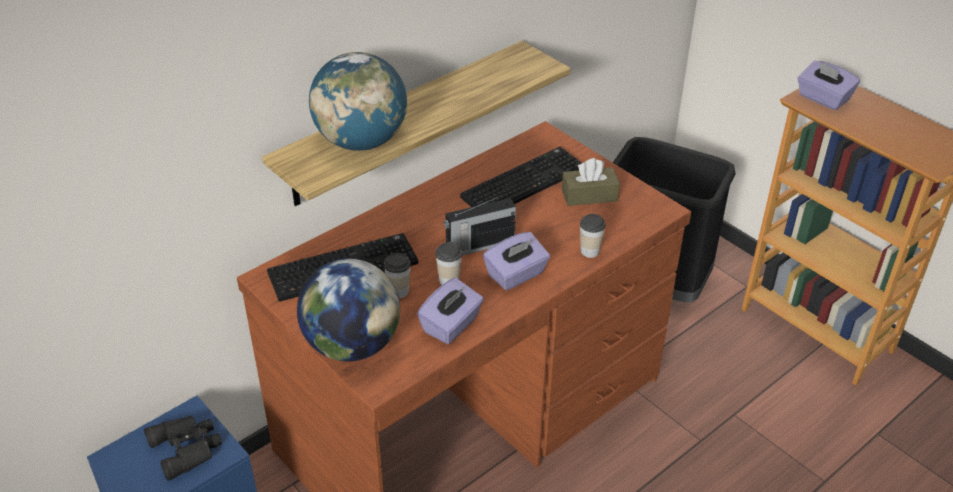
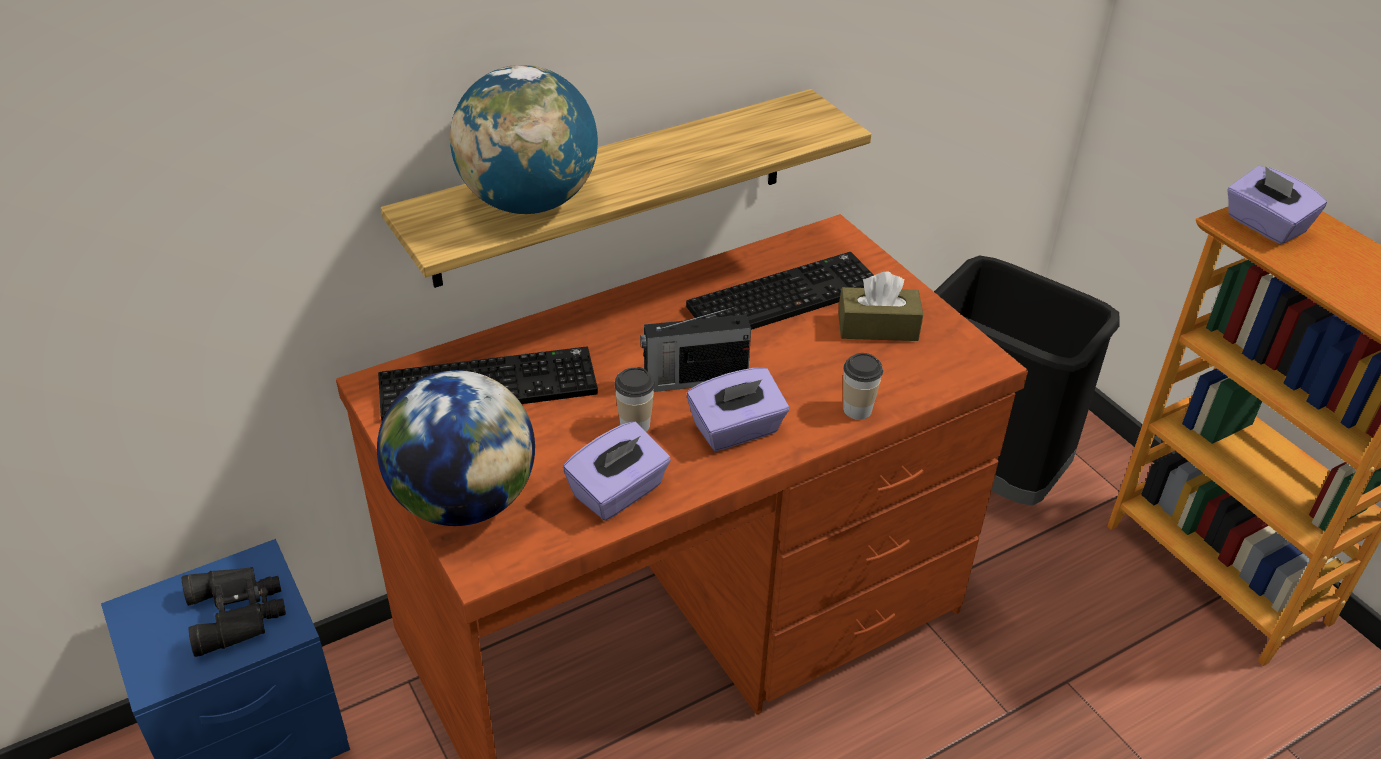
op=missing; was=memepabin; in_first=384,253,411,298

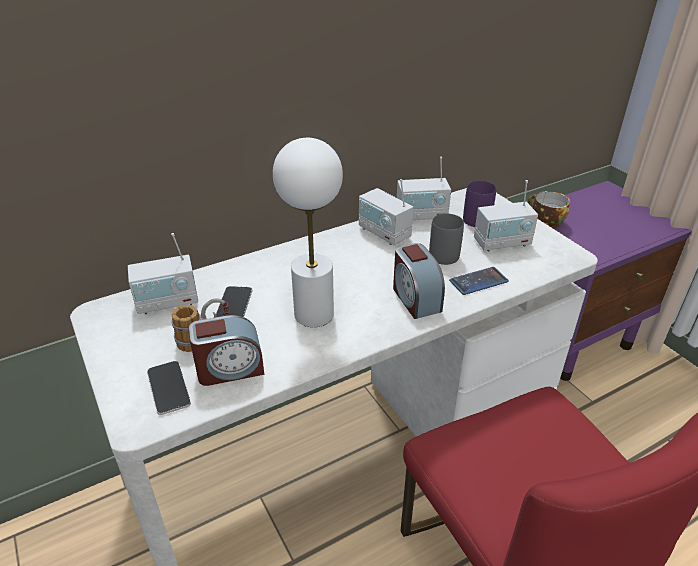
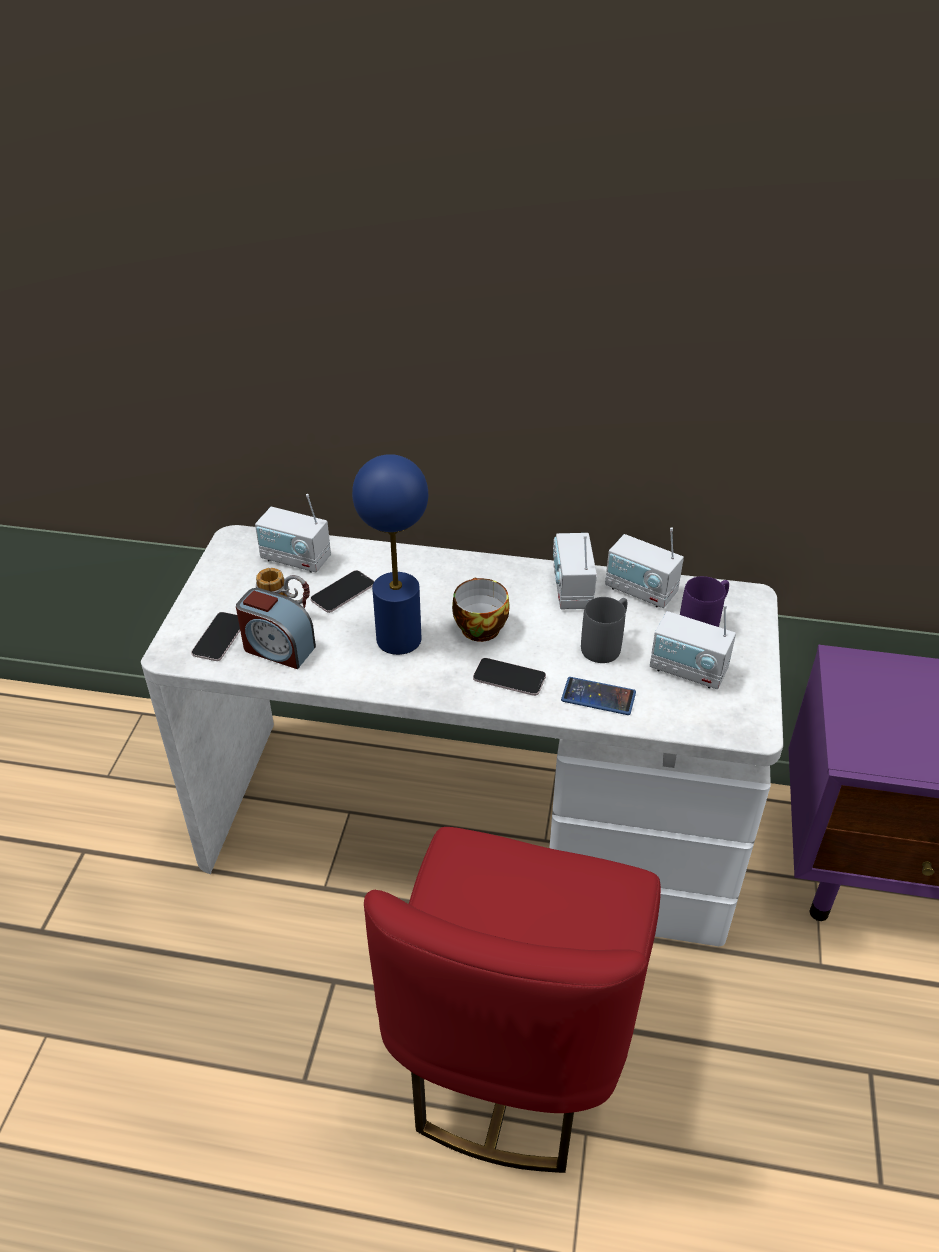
op=colour; was=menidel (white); now=menidel (blue); in_first=273,138,343,327; in_second=352,454,428,655
op=relocated; was=memepabin; in_first=528,191,570,229; in_second=452,578,509,642
op=exchanged; was=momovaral; now=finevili; in_first=393,243,445,319; in_second=473,658,546,696

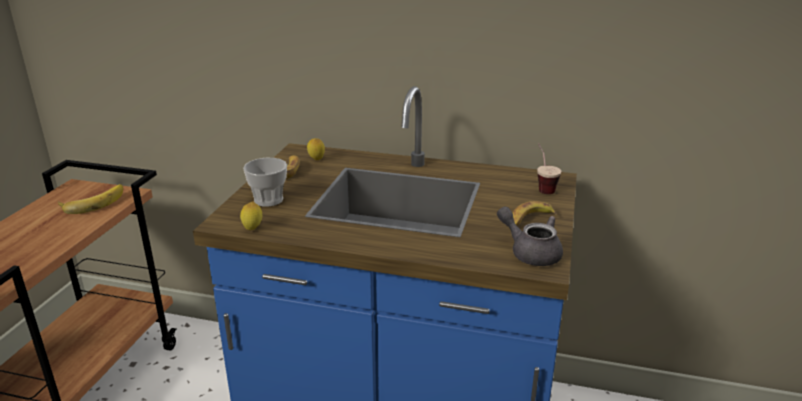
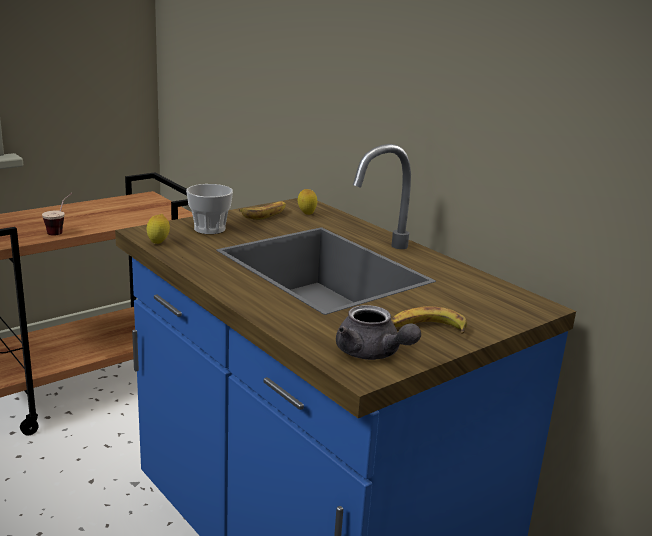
op=relocated; was=memepabin; in_first=537,143,562,194; in_second=42,193,72,236
op=spun; was=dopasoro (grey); in_first=497,206,563,266; in_second=336,305,421,360; clockwise=150
op=missing; was=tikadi; in_first=58,184,123,214

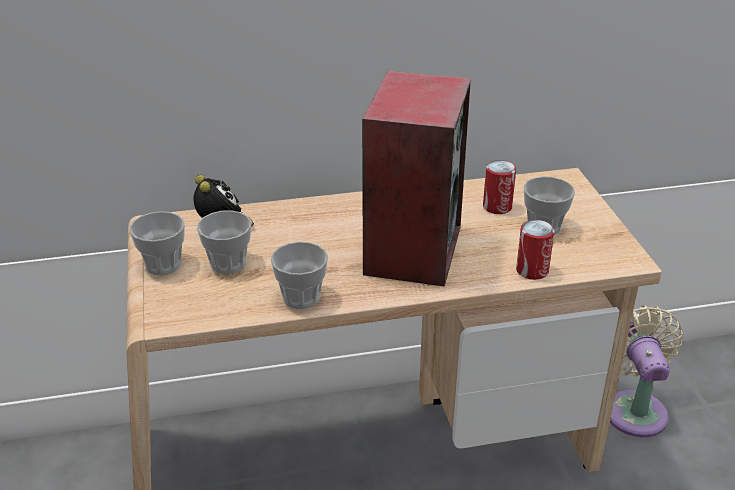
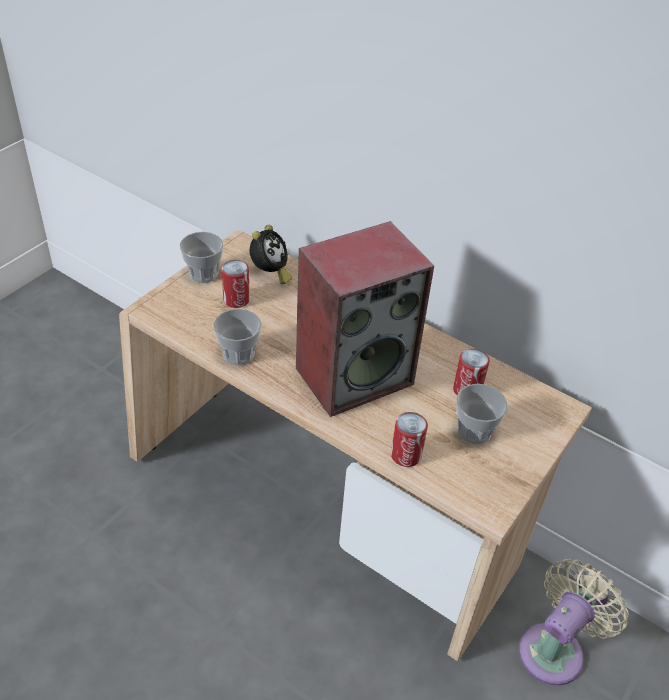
op=exchanged; was=memepabin; now=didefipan; in_first=197,210,252,274; in_second=222,260,250,308

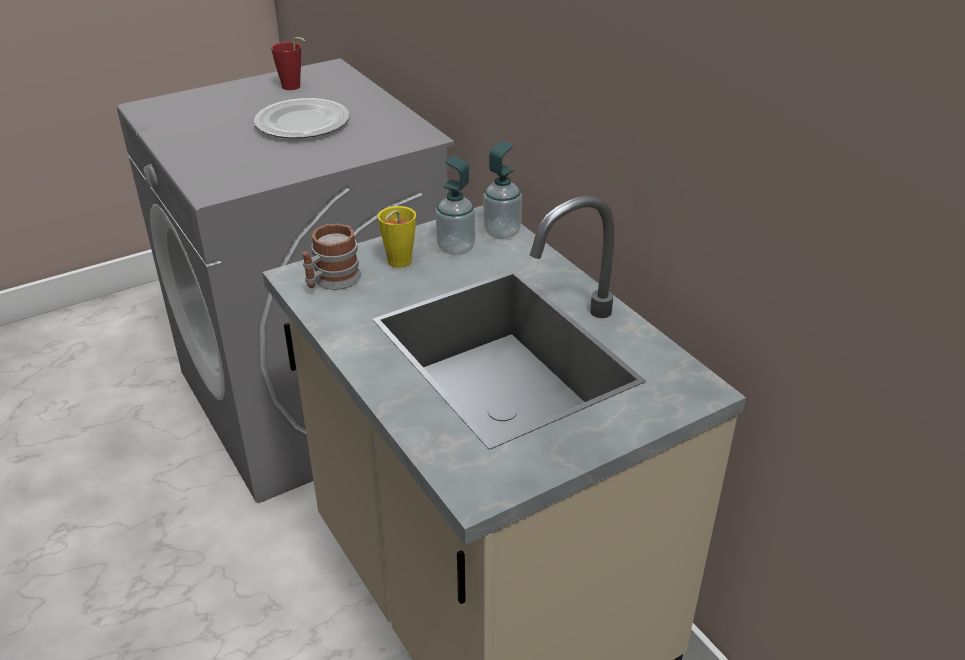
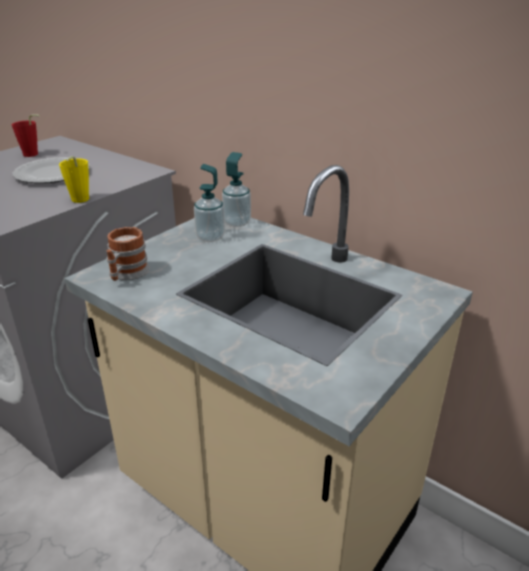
op=relocated; was=memepabin (yellow); in_first=378,206,416,268; in_second=59,156,89,203

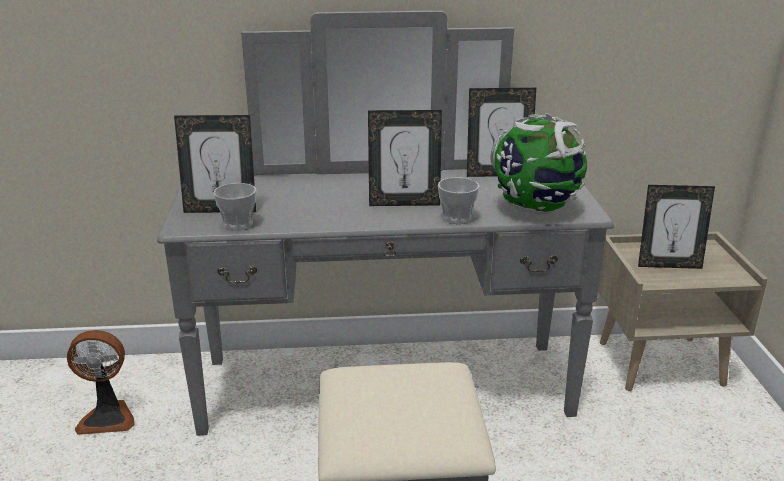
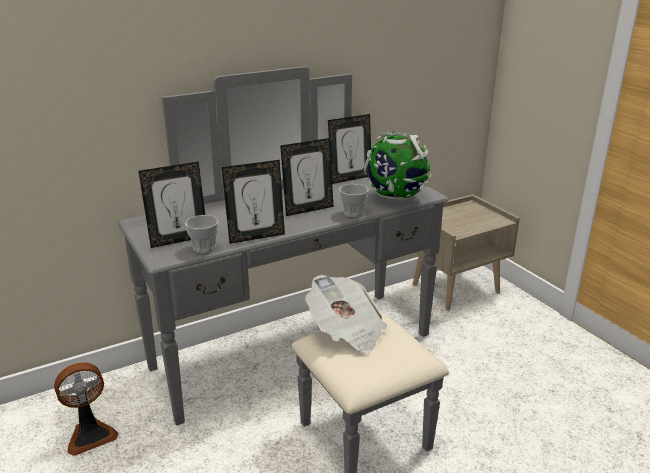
op=relocated; was=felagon; in_first=638,185,715,269; in_second=222,160,285,244
op=appeared; now=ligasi; in_second=305,275,387,354

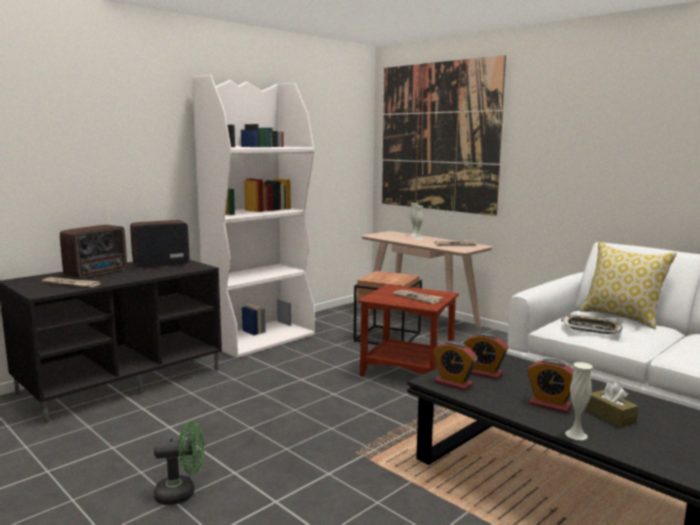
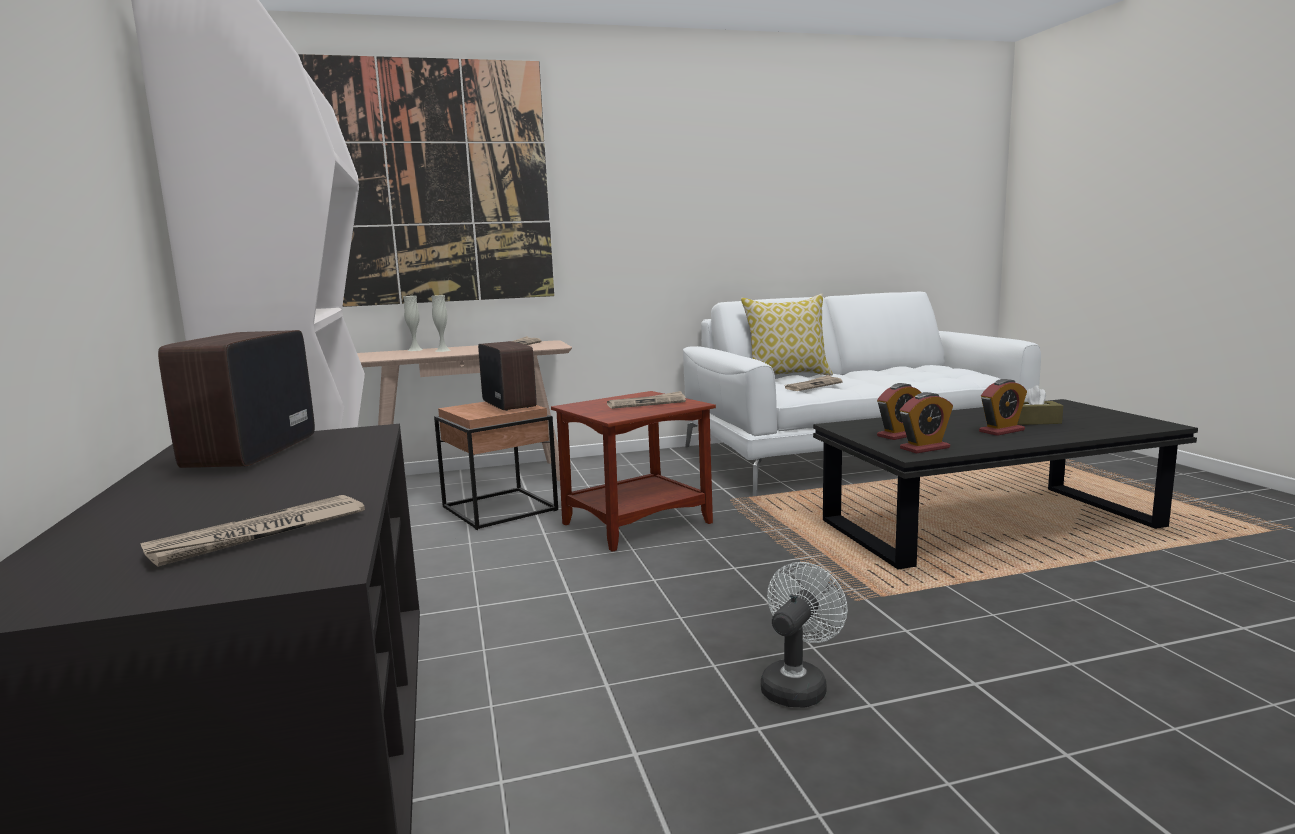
op=relocated; was=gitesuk; in_first=60,225,127,278; in_second=478,341,537,411
op=appeared; now=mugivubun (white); in_second=761,562,848,708
op=exchanged; was=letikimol; now=ligasi; in_first=561,314,623,334; in_second=784,375,843,391
op=missing; was=mugivubun (green); in_first=154,421,204,505
op=missing; was=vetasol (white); in_first=565,362,593,440

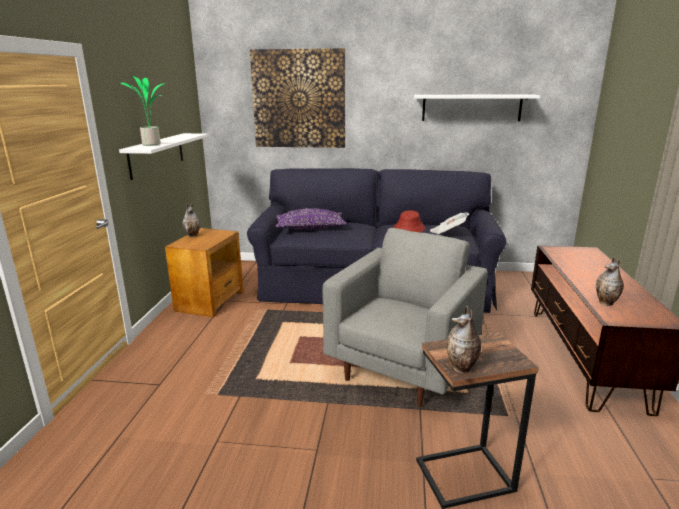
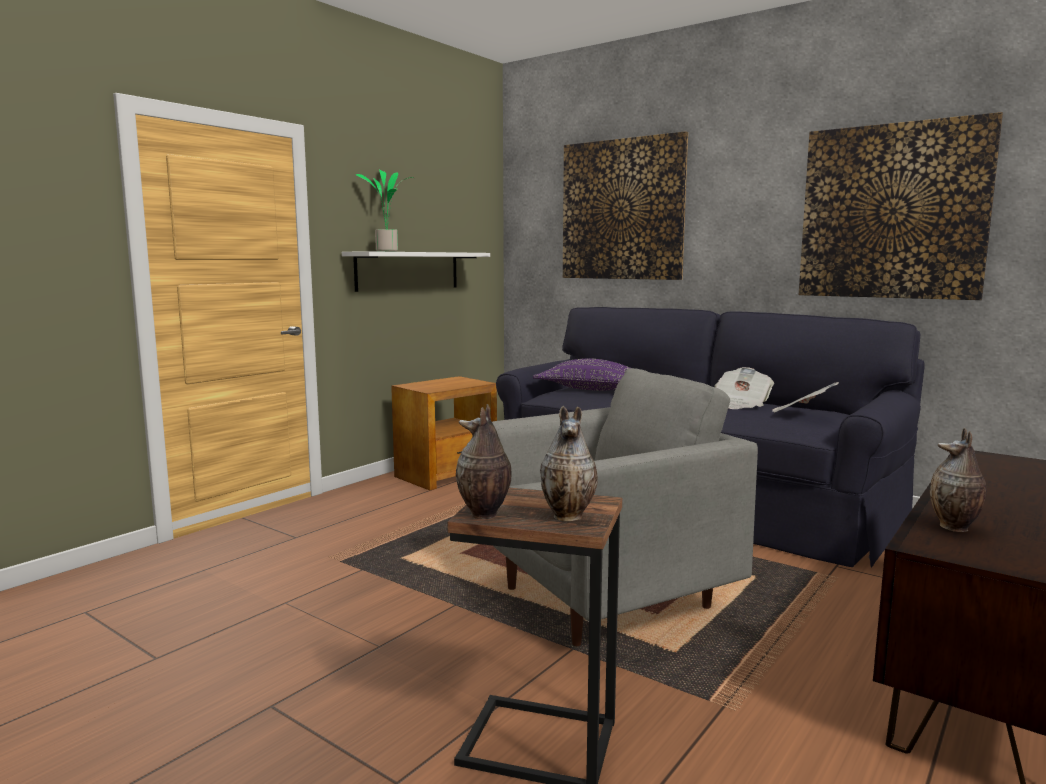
op=relocated; was=vetasol; in_first=182,203,200,237; in_second=540,406,598,521
op=exchanged; was=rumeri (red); now=ligasi; in_first=394,211,425,233; in_second=715,367,774,409
op=exchanged; was=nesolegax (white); now=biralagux; in_first=414,94,540,121; in_second=799,112,1003,300

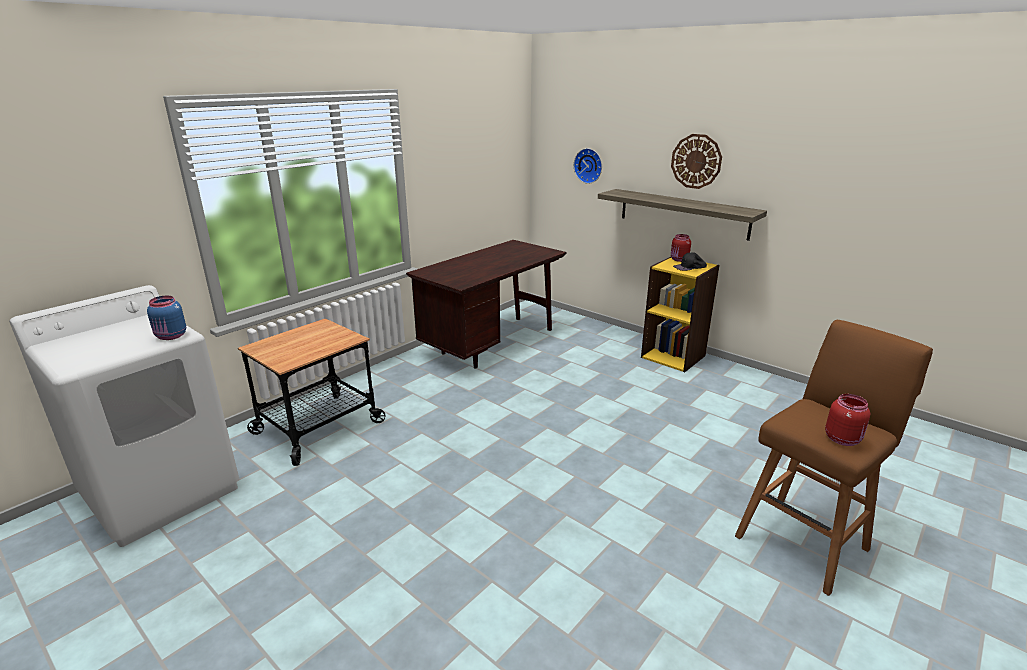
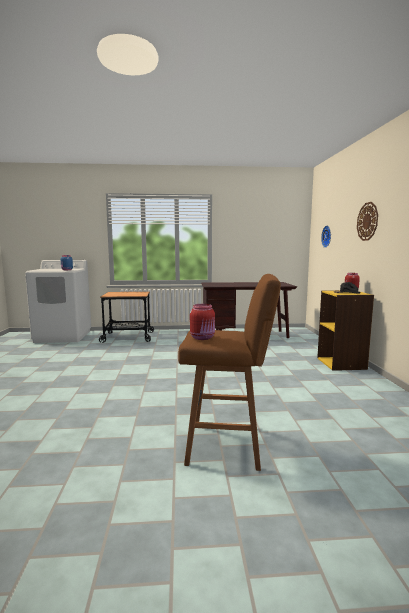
op=missing; was=nesolegax; in_first=598,189,767,241

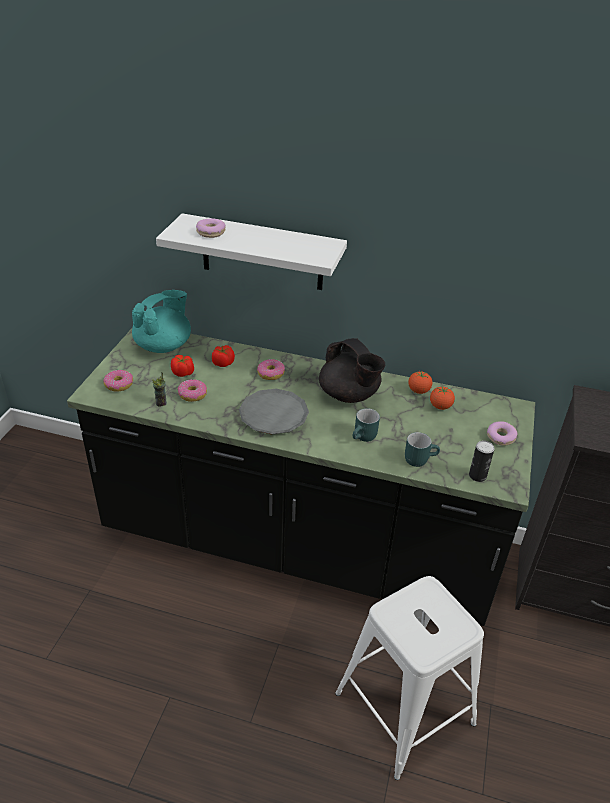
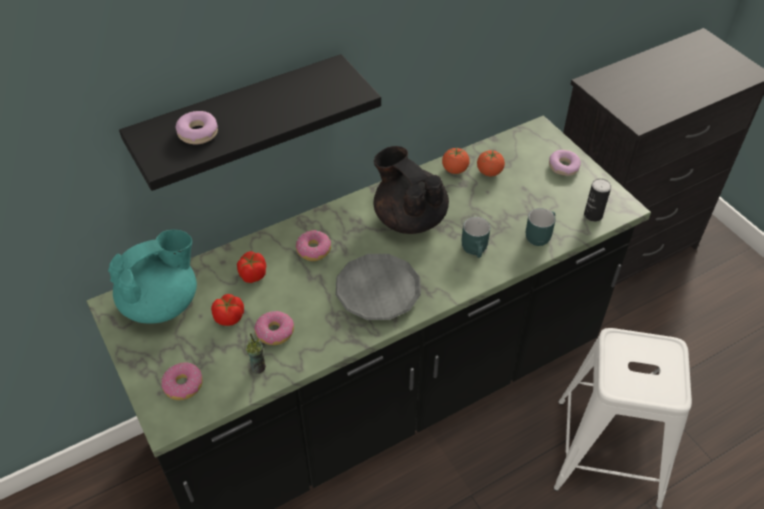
op=spun; was=dopasoro (turquoise); in_first=132,290,191,353; in_second=108,229,197,323; clockwise=60
op=colour; was=nesolegax (white); now=nesolegax (black); in_first=156,213,347,290; in_second=119,54,381,191
op=spun; was=dopasoro (black); in_first=319,338,385,403; in_second=373,146,449,234; clockwise=-135

